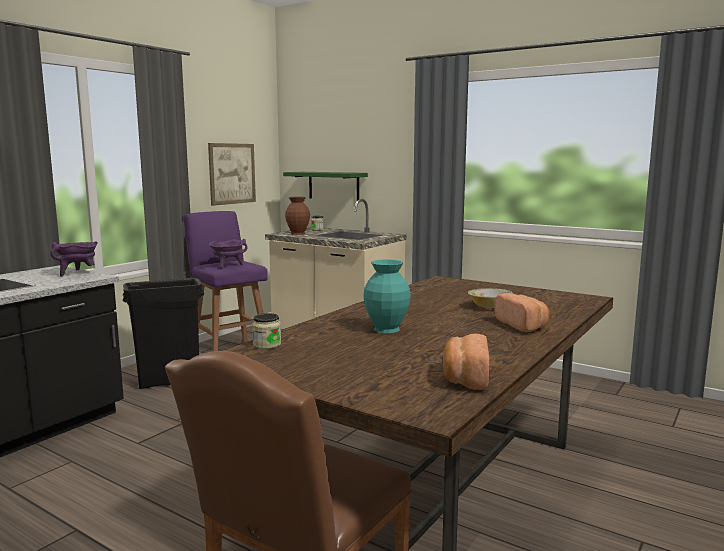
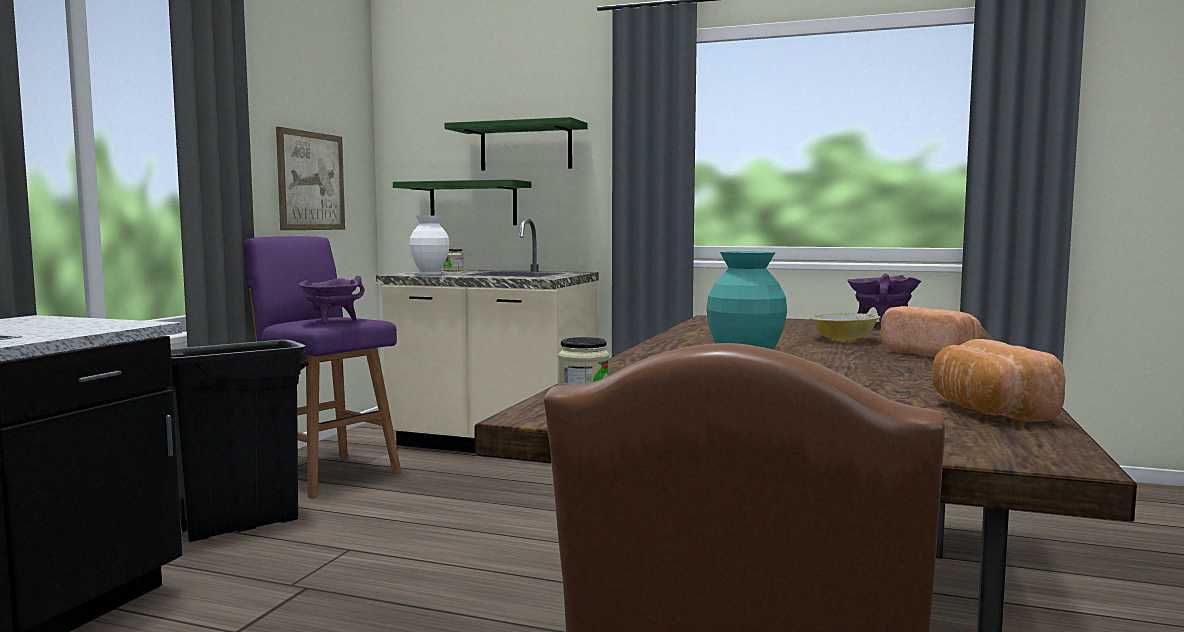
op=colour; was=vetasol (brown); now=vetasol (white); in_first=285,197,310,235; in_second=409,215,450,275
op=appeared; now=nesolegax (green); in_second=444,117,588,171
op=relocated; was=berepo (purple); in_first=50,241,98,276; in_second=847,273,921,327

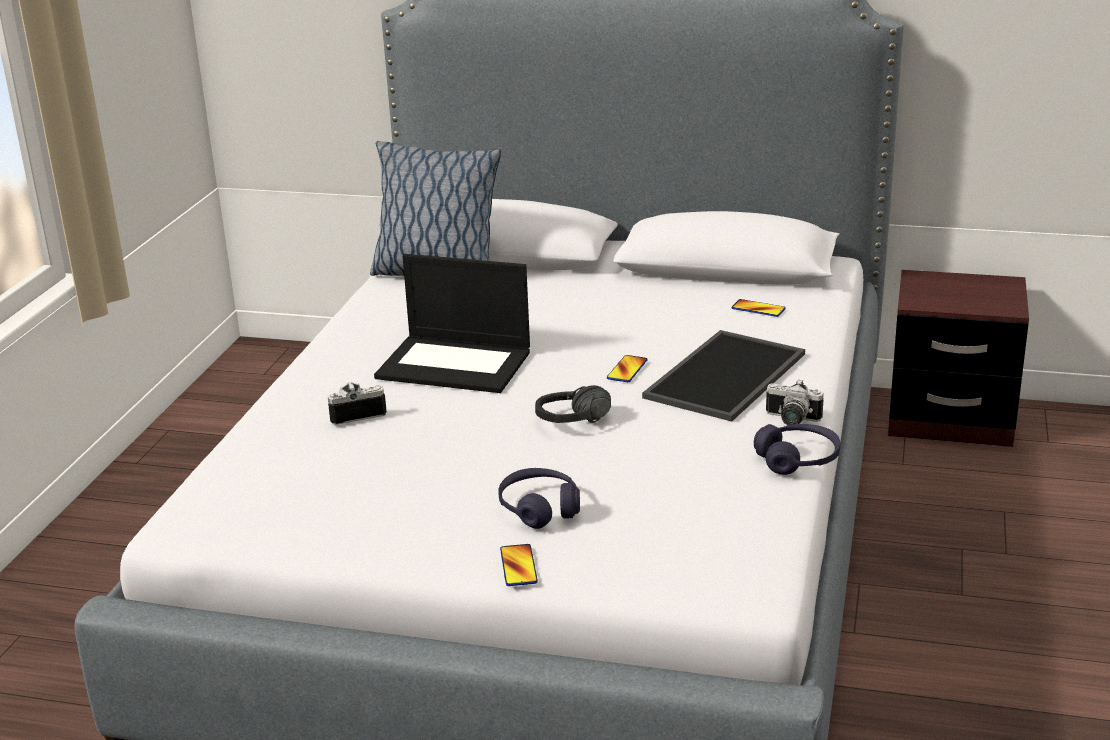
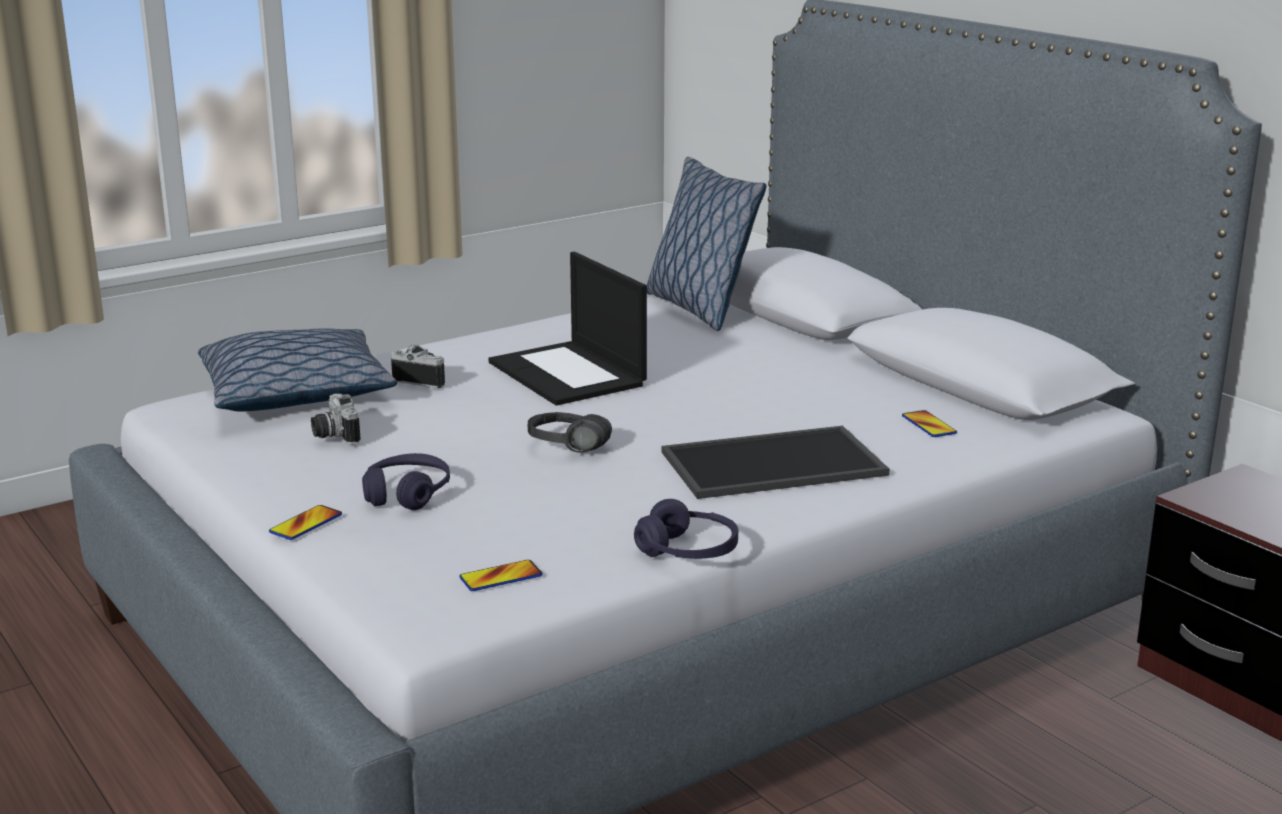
op=appeared; now=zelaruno; in_second=198,329,397,412
op=relocated; was=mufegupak; in_first=766,379,824,425; in_second=311,394,361,444
op=relocated; was=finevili; in_first=607,355,648,382; in_second=459,560,543,591

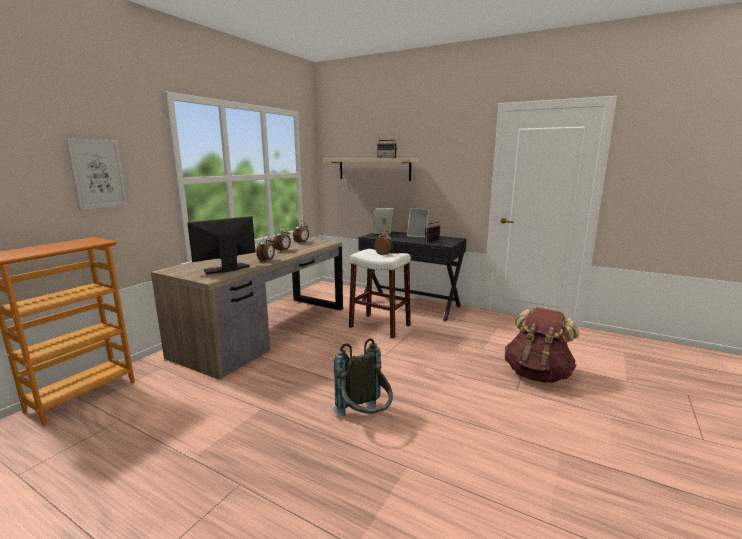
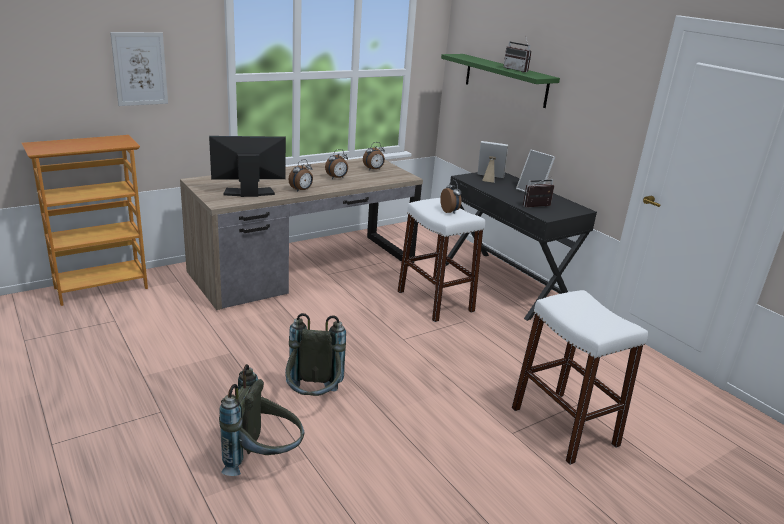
op=appeared; now=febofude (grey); in_second=219,364,304,476
op=colour; was=nesolegax (beige); now=nesolegax (green); in_first=323,159,419,181; in_second=441,54,560,108
op=exchanged; was=febofude (brown); now=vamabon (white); in_first=505,307,579,383; in_second=512,290,648,465

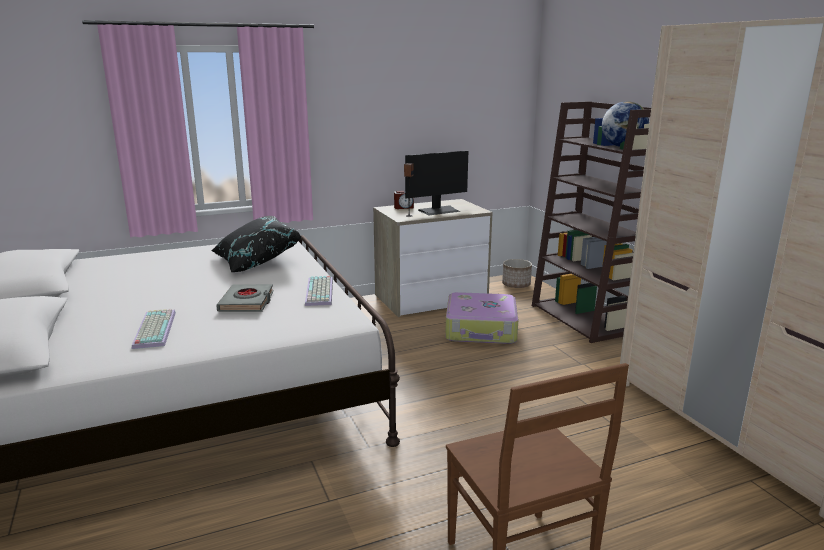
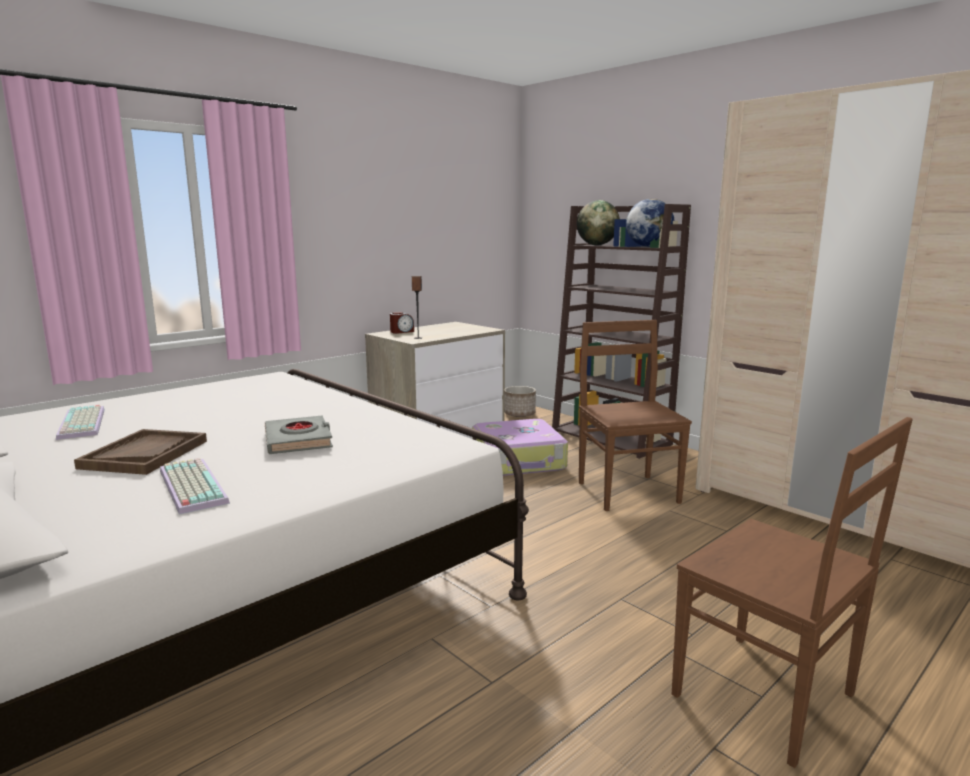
op=relocated; was=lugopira; in_first=305,276,333,306; in_second=56,405,105,440
op=appeared; now=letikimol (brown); in_second=74,429,207,475
op=appeared; now=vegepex; in_second=577,200,620,245
op=appeared; now=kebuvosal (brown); in_second=579,320,692,511
op=missing; was=zelaruno (black); in_first=211,216,301,272
op=missing; was=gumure; in_first=405,151,468,215

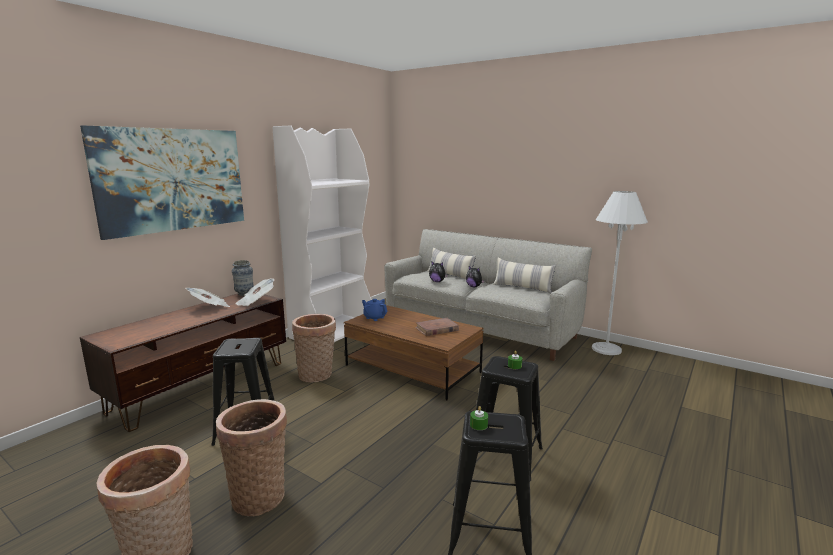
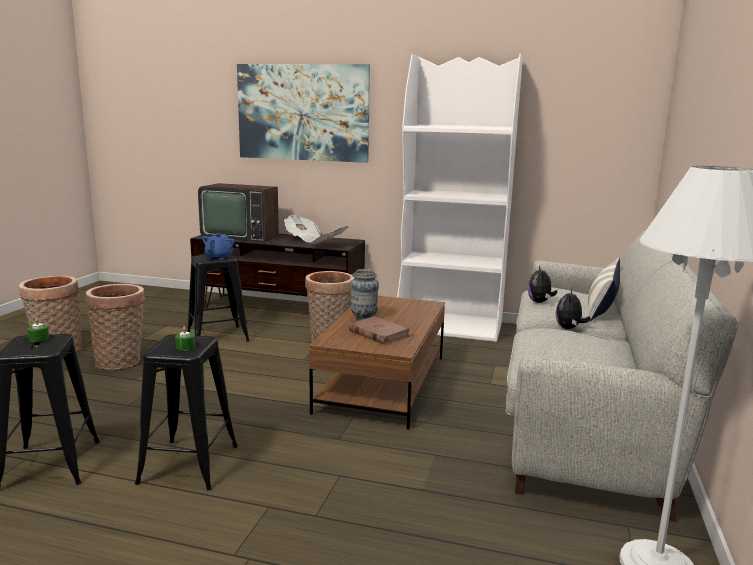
op=appeared; now=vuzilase; in_second=198,183,279,243
op=relocated; was=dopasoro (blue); in_first=362,299,387,321; in_second=202,233,235,260
op=relocated; was=vetasol; in_first=232,260,254,296; in_second=350,269,379,320
op=missing; was=zelaruno; in_first=493,258,556,293

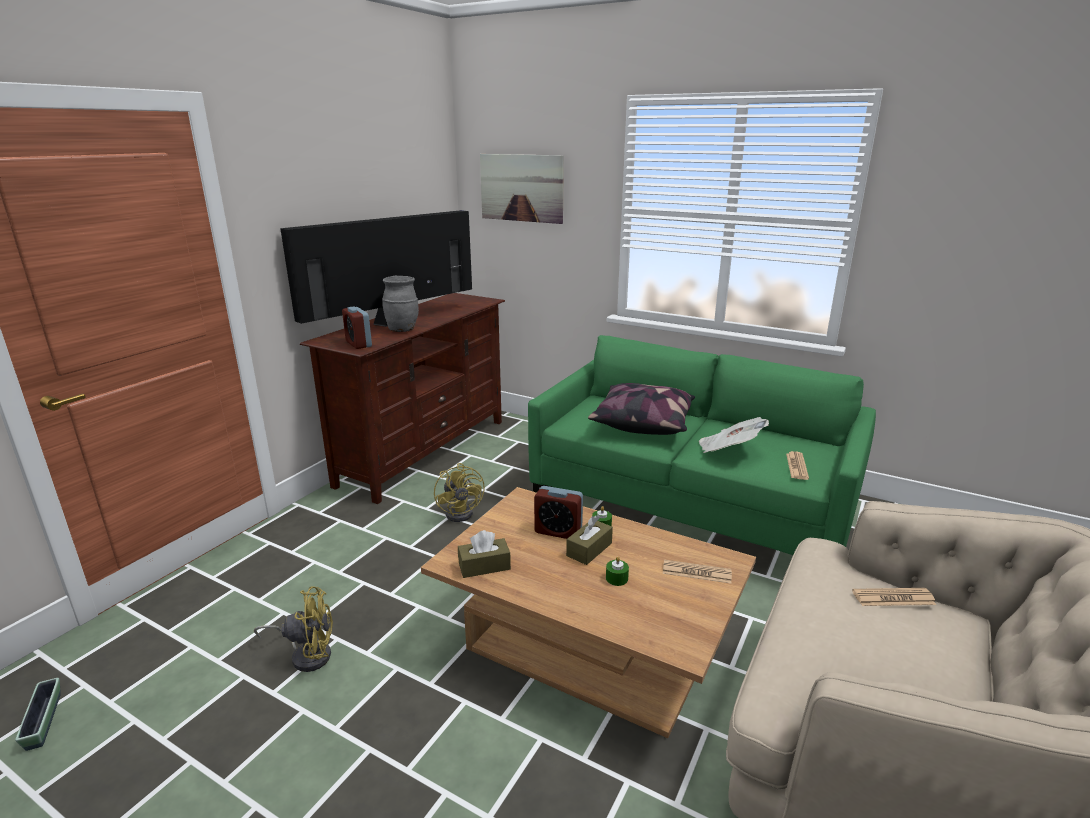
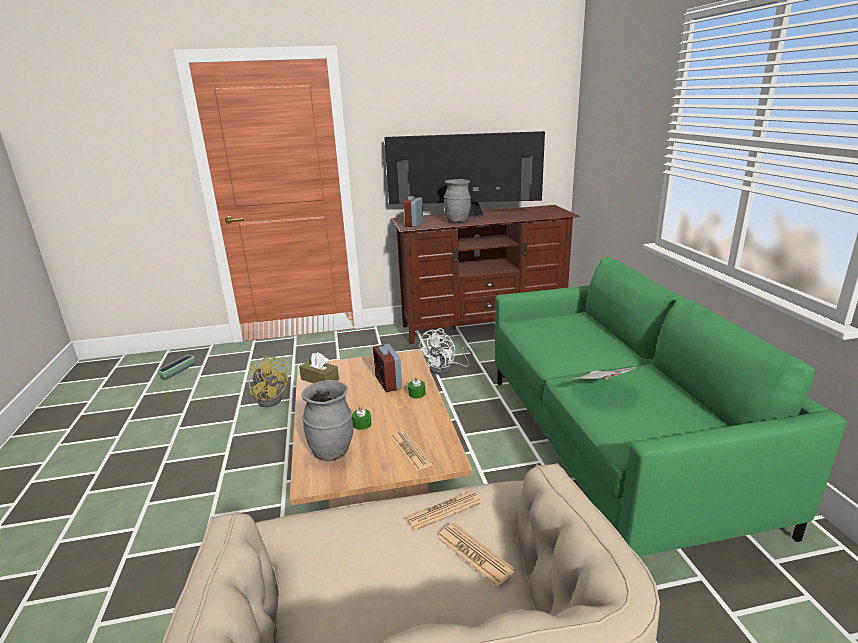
op=appeared; now=vetasol (grey); in_second=301,380,353,461
op=relocated; was=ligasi; in_first=786,451,809,480; in_second=405,491,482,531
op=colour; was=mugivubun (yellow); now=mugivubun (white); in_first=434,463,485,522; in_second=419,328,474,375
op=missing; was=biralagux; in_first=480,154,564,224
op=missing; was=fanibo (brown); in_first=566,515,613,565
op=missing; was=zelaruno; in_first=588,383,695,435

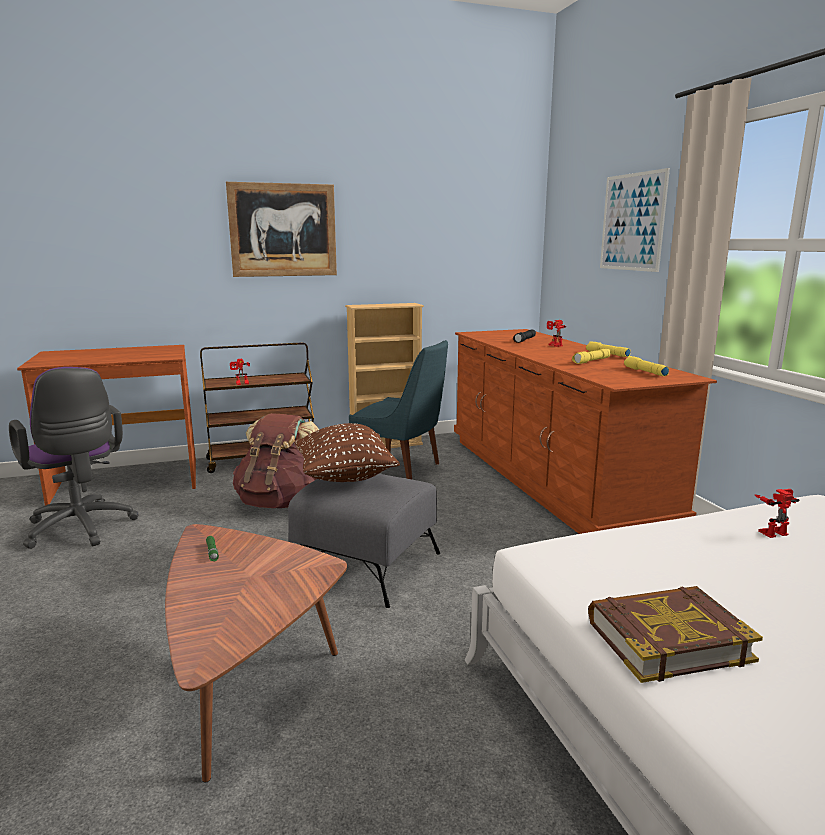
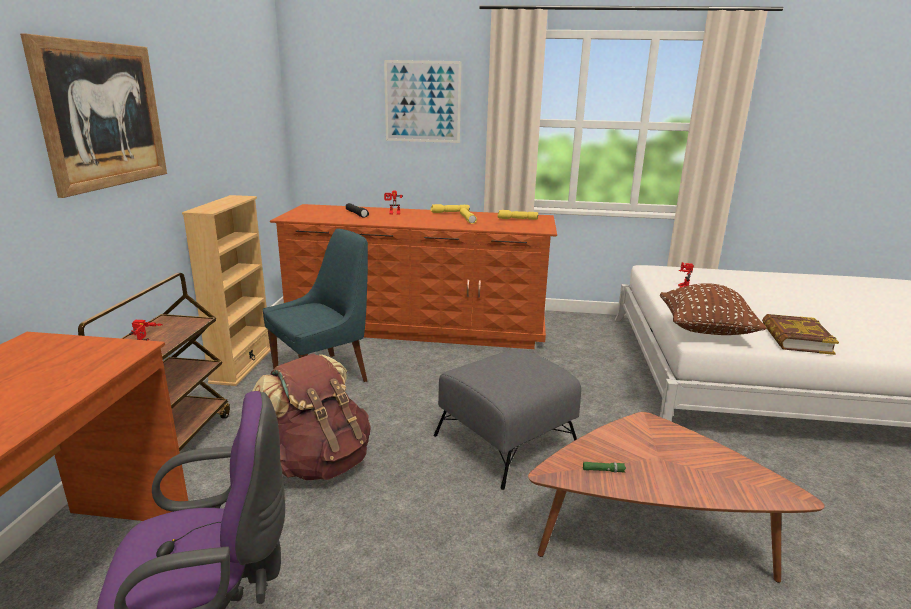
op=relocated; was=zelaruno (brown); in_first=294,423,400,482; in_second=660,283,766,335

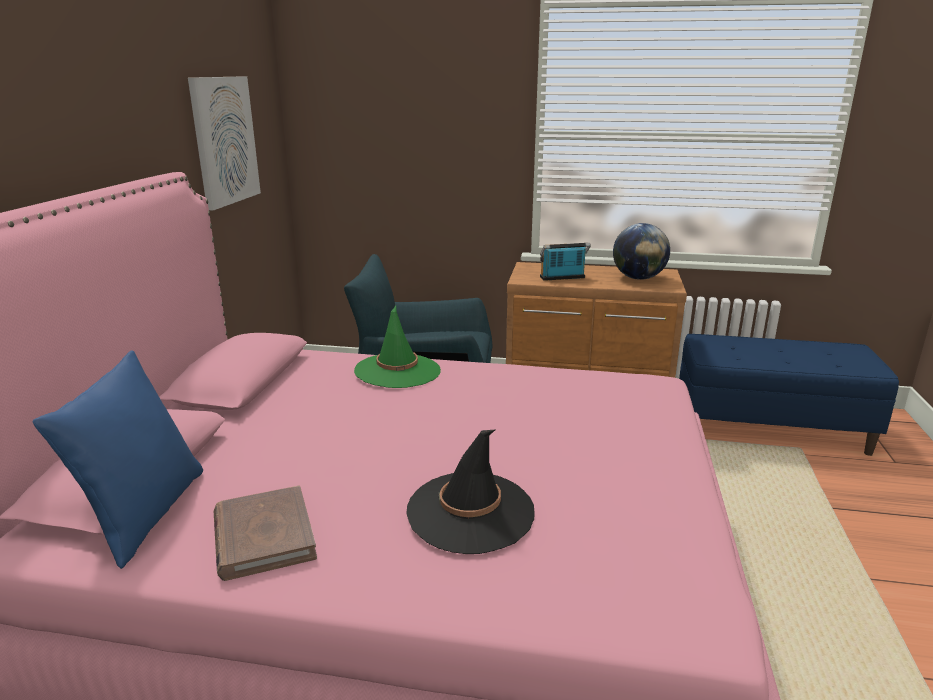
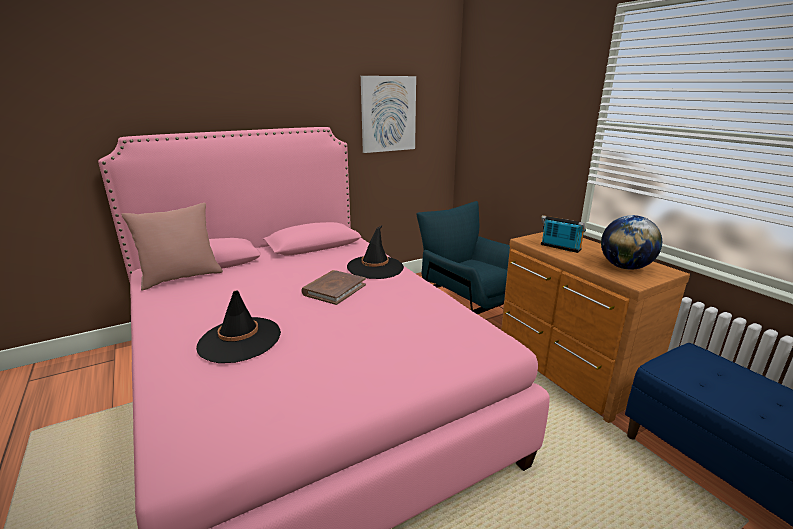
op=colour; was=zelaruno (blue); now=zelaruno (pink); in_first=33,351,203,569; in_second=121,203,223,291
op=relocated; was=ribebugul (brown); in_first=214,486,317,581; in_second=301,270,366,305
op=colour; was=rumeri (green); now=rumeri (black); in_first=354,306,441,388; in_second=347,225,404,279

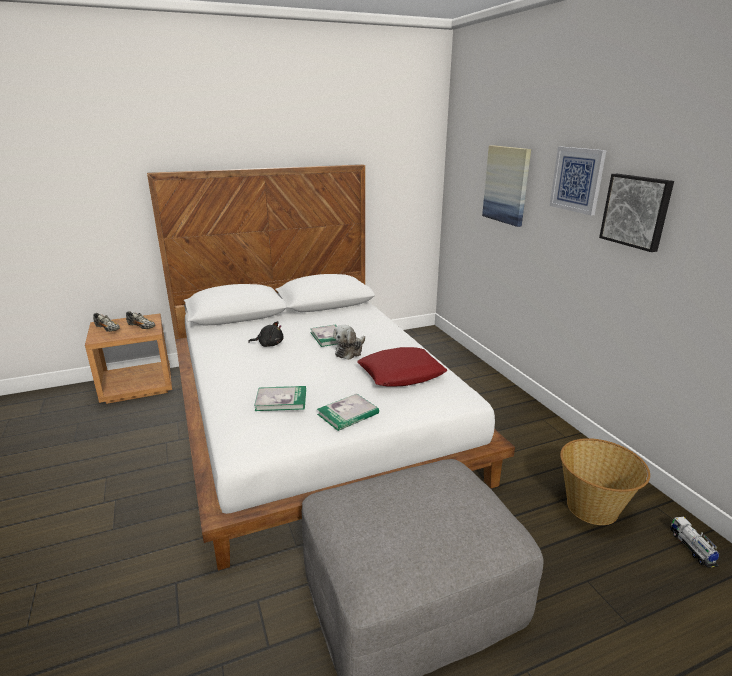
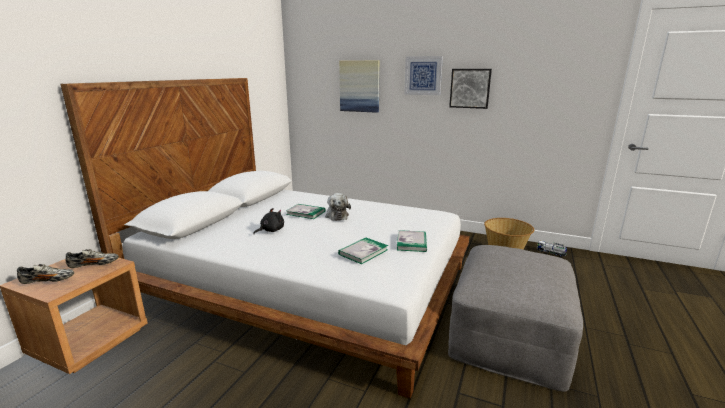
op=missing; was=zelaruno (red); in_first=357,347,447,387

